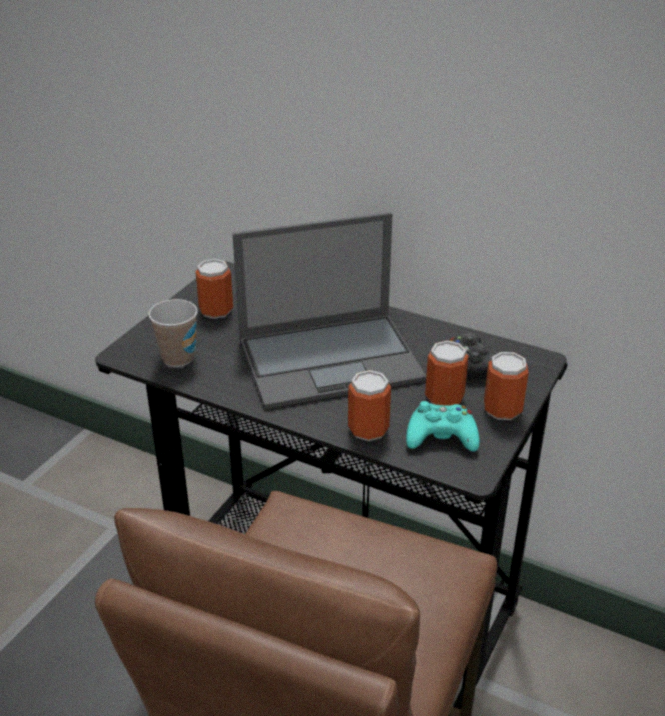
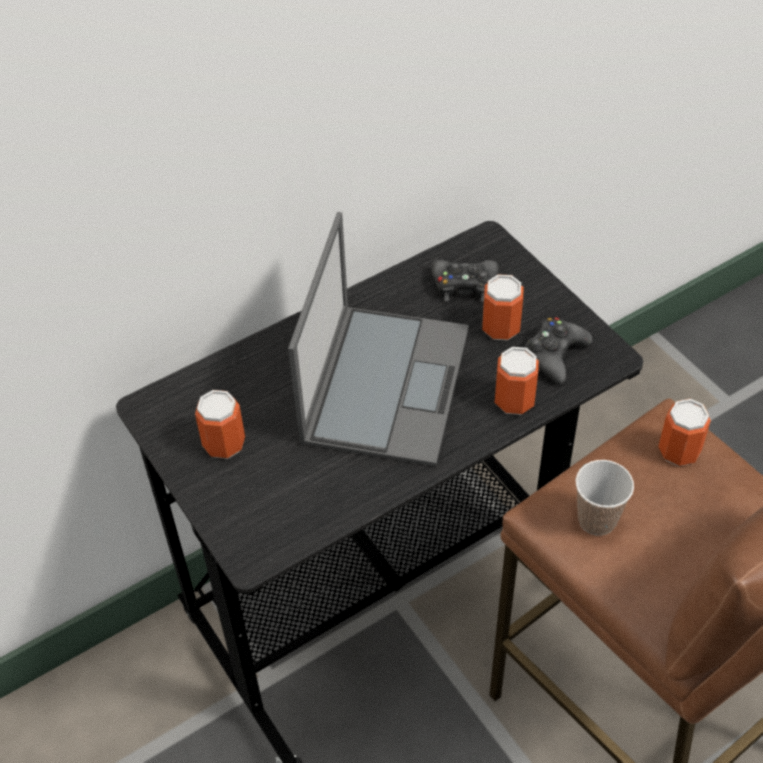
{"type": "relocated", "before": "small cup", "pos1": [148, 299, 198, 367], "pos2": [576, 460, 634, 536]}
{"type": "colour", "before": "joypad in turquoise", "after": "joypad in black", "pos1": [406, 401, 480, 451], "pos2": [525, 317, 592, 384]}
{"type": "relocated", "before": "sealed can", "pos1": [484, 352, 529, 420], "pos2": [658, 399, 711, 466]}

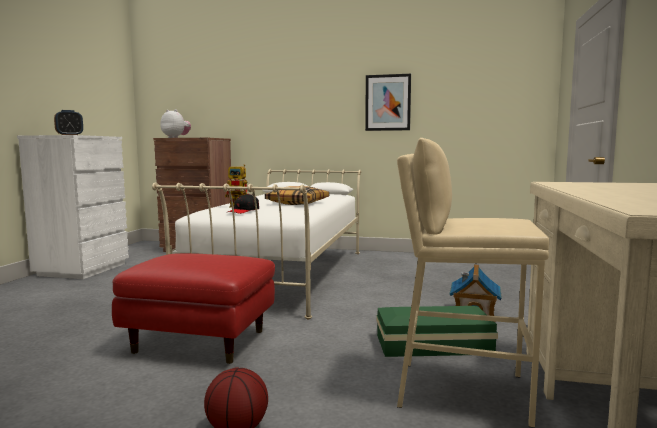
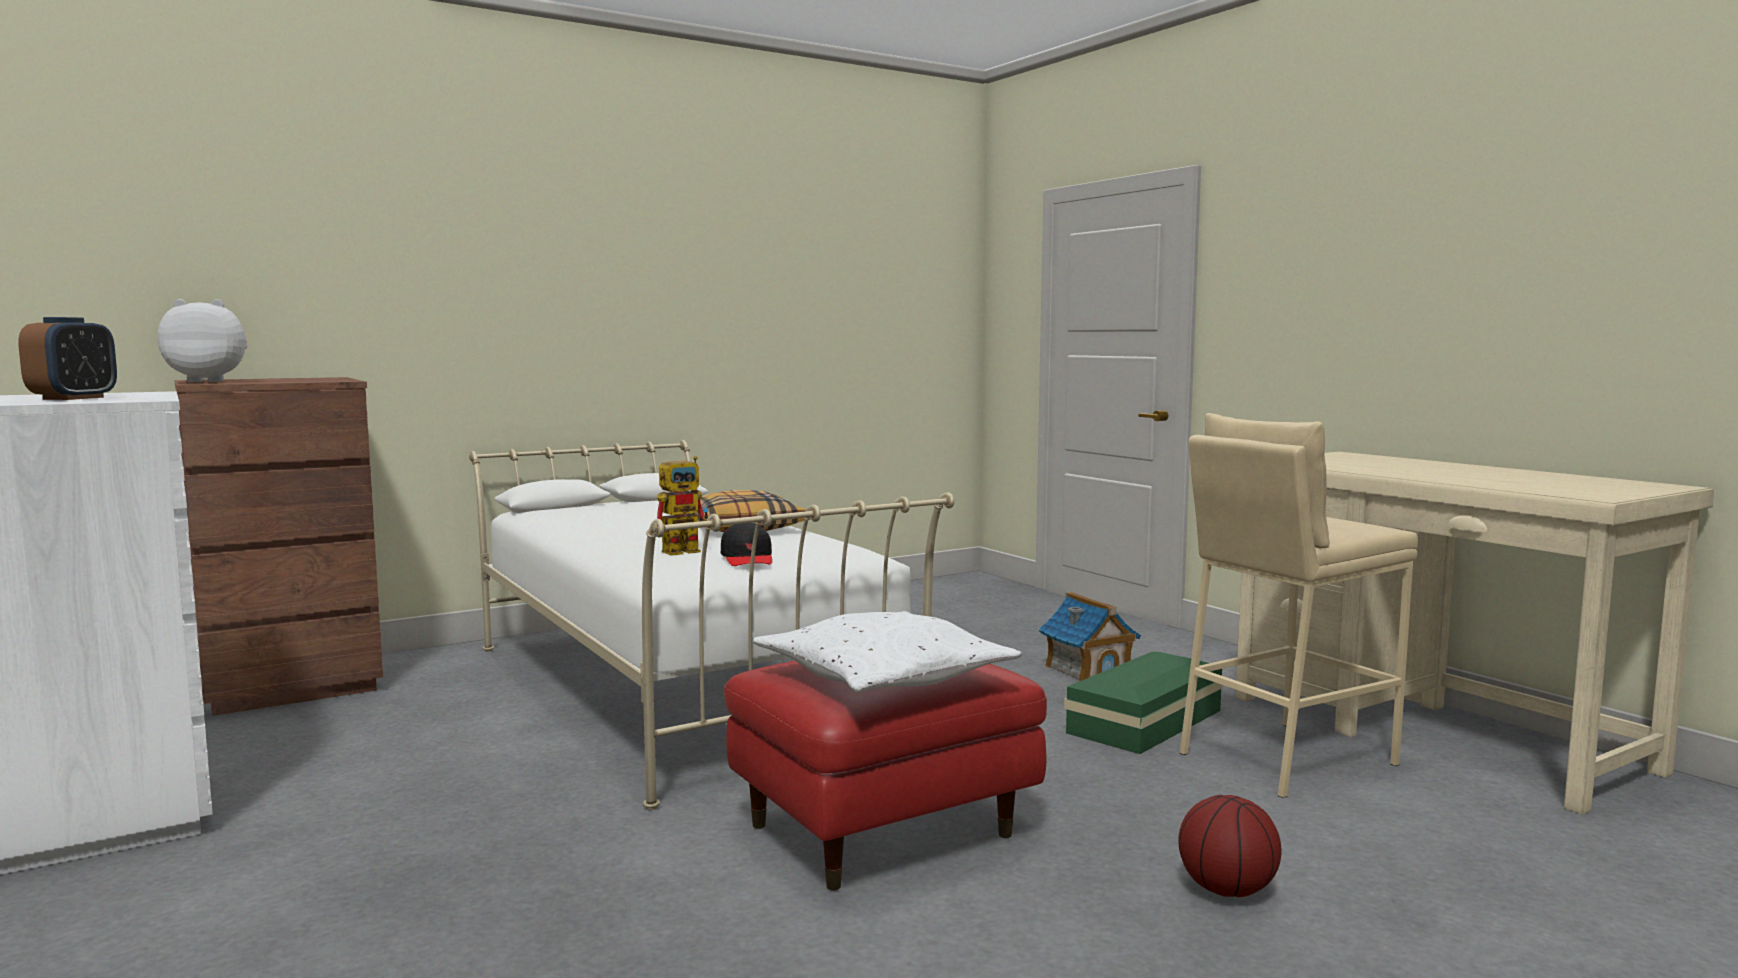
{"type": "missing", "before": "wall picture", "pos1": [365, 74, 411, 131]}
{"type": "appeared", "after": "pillow in whitish", "pos2": [753, 611, 1021, 692]}

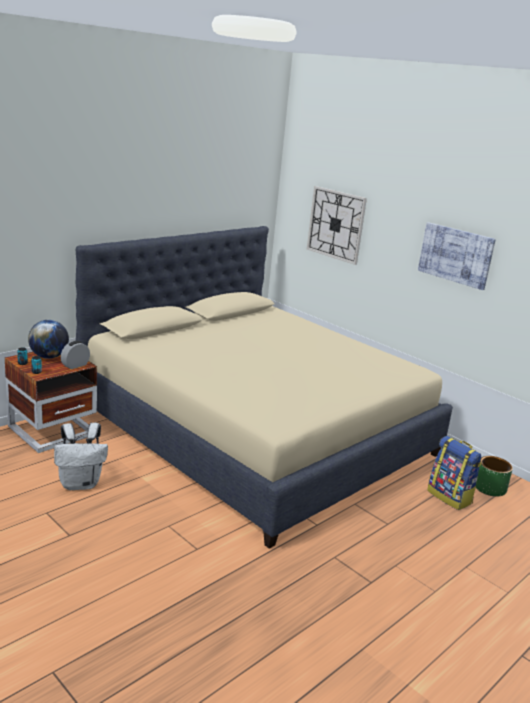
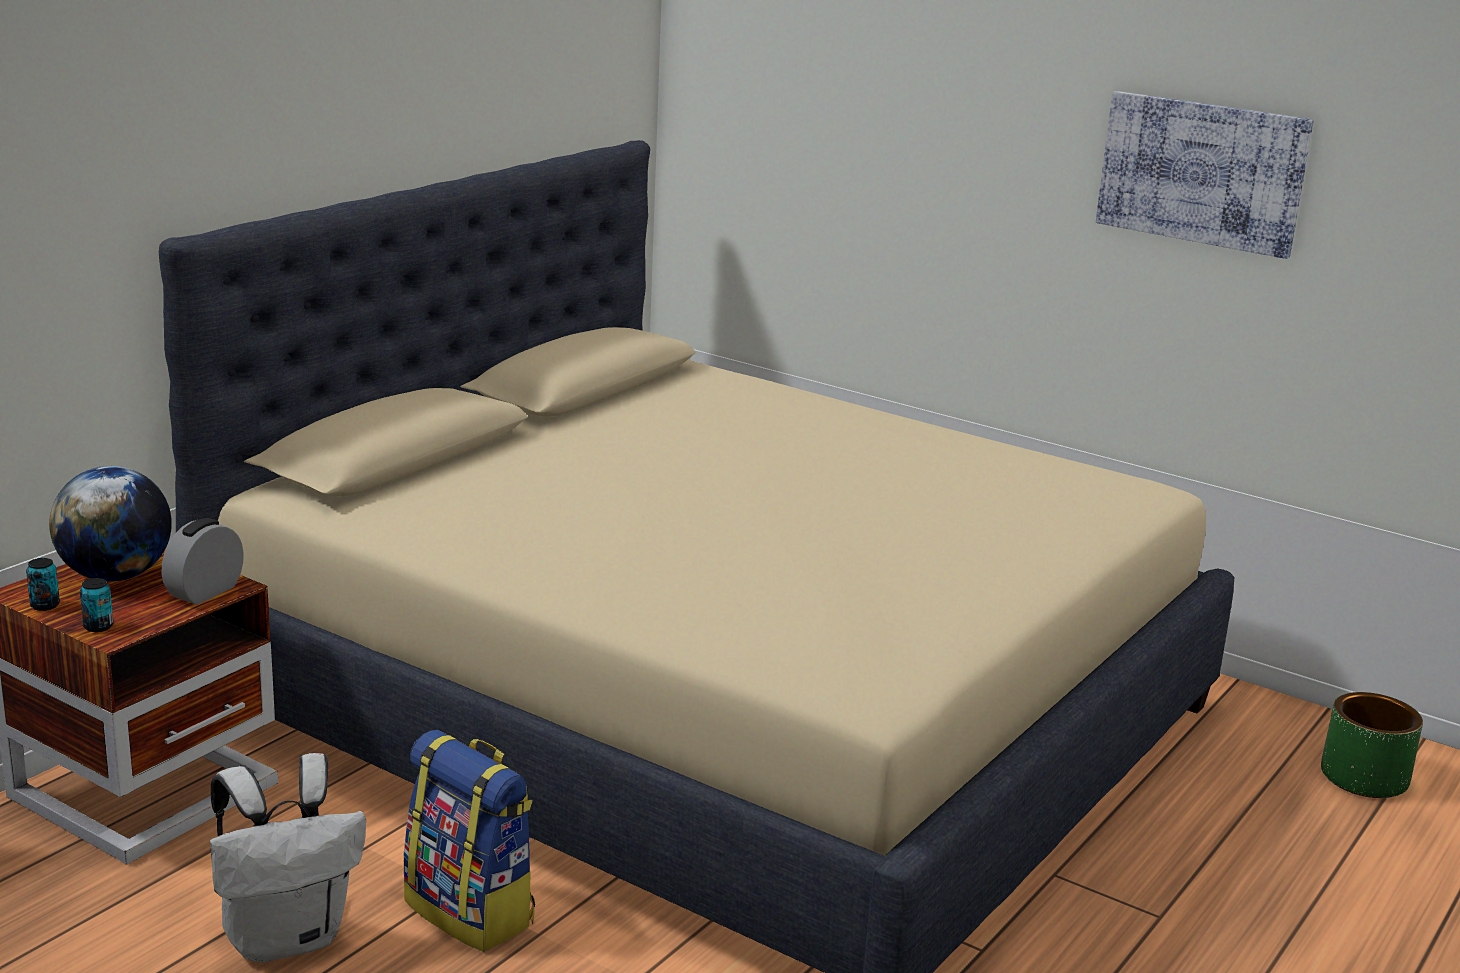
{"type": "missing", "before": "hanging clock", "pos1": [307, 186, 367, 265]}
{"type": "relocated", "before": "knapsack", "pos1": [427, 436, 481, 510], "pos2": [403, 730, 535, 952]}

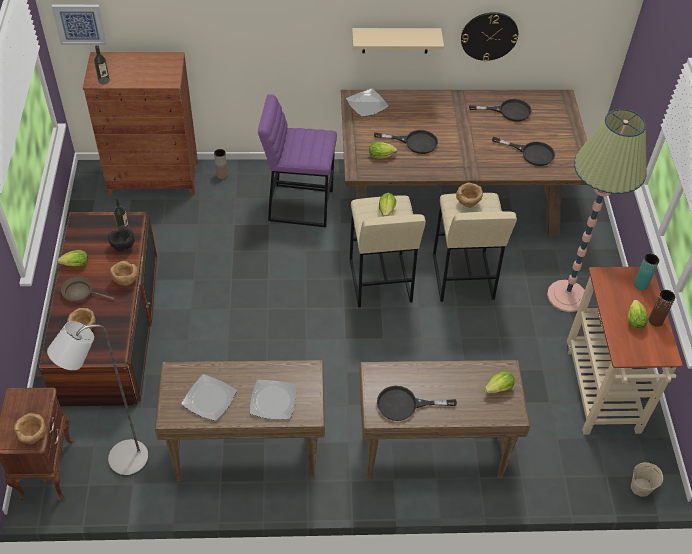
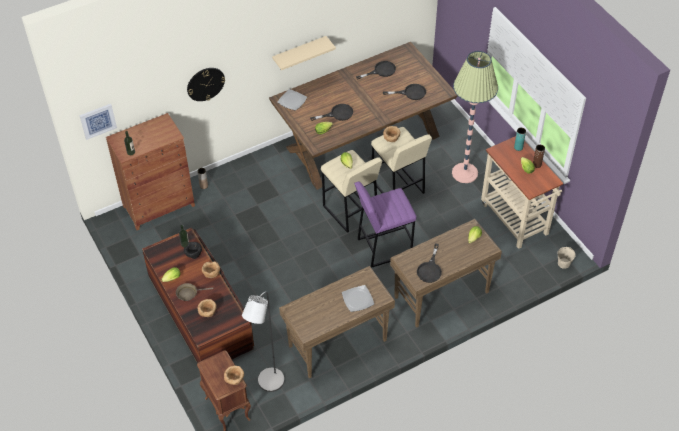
{"type": "missing", "before": "dinner plate", "pos1": [181, 374, 237, 421]}
{"type": "relocated", "before": "sitting stool in purple", "pos1": [258, 94, 337, 227], "pos2": [354, 182, 416, 268]}
{"type": "spun", "before": "frying pan in black", "pos1": [377, 386, 457, 421], "pos2": [417, 244, 442, 283], "turn": -45}
{"type": "relocated", "before": "hanging clock", "pos1": [461, 12, 518, 62], "pos2": [187, 68, 225, 101]}

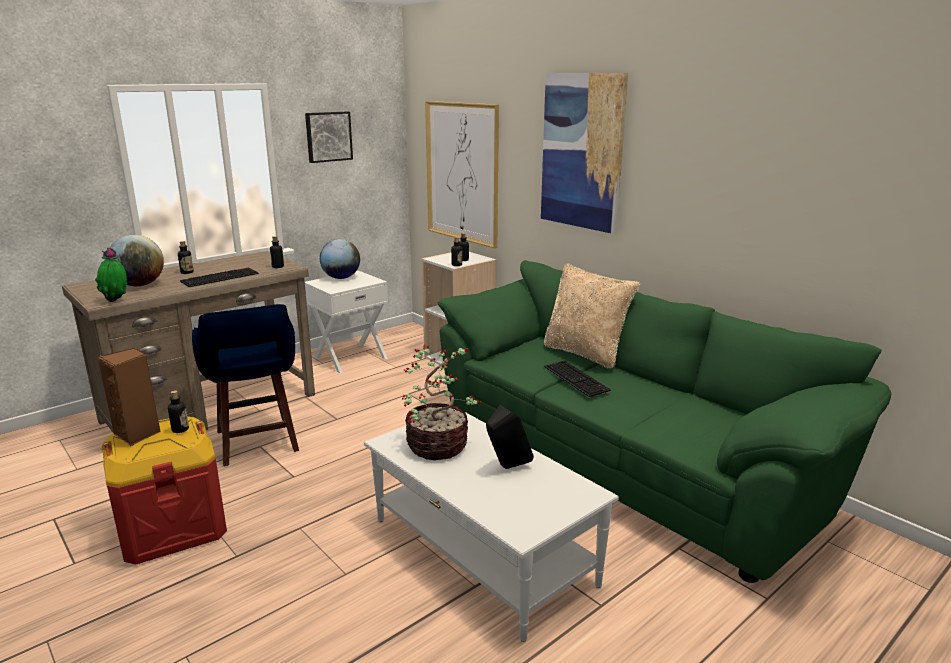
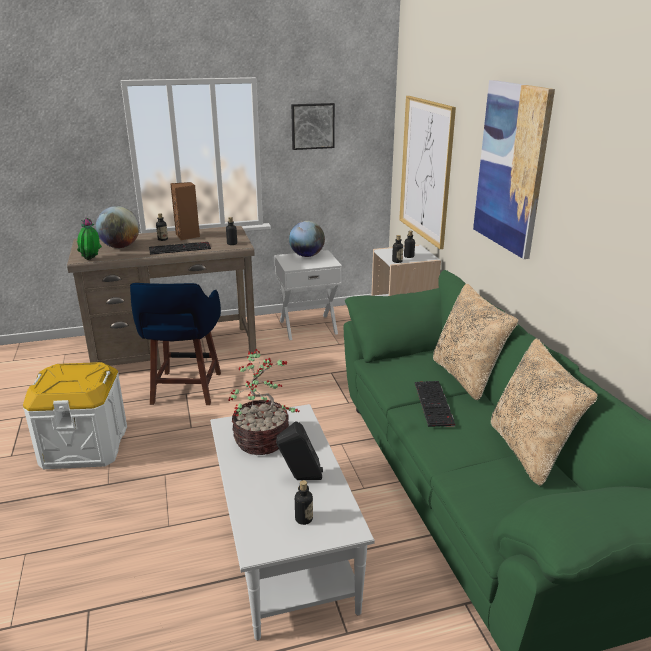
{"type": "relocated", "before": "loudspeaker in brown-coloured", "pos1": [98, 348, 161, 446], "pos2": [170, 182, 200, 240]}
{"type": "colour", "before": "storage bin in red-coloured", "after": "storage bin in whitish", "pos1": [102, 416, 227, 564], "pos2": [23, 362, 127, 469]}
{"type": "relocated", "before": "drink bottle", "pos1": [168, 390, 189, 433], "pos2": [295, 480, 313, 525]}
{"type": "appeared", "after": "pillow in beige-coloured", "pos2": [491, 338, 598, 486]}

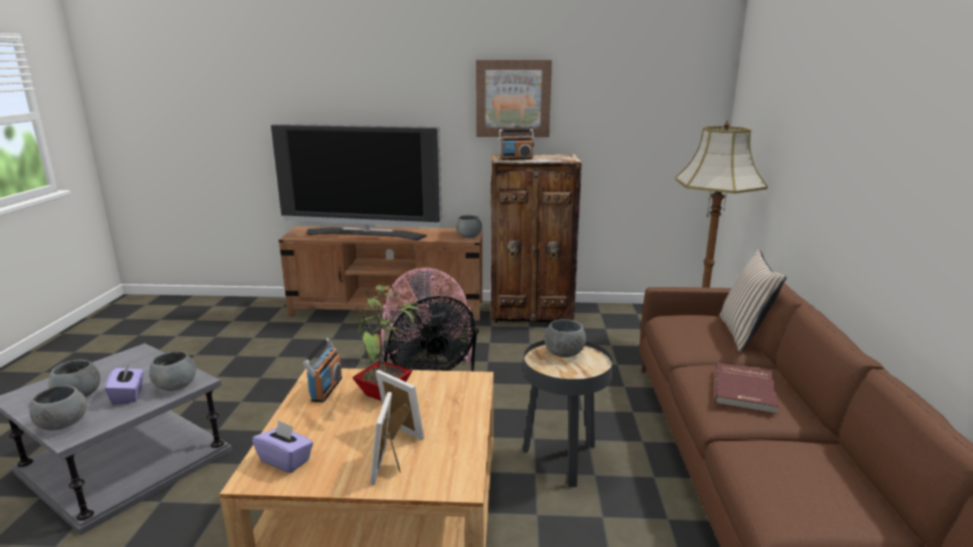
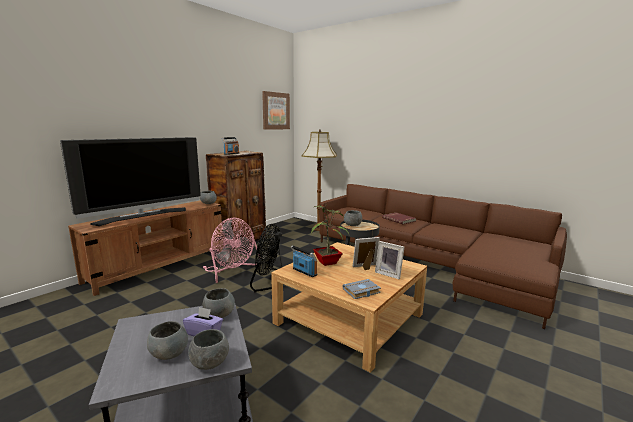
{"type": "exchanged", "before": "box of tissues in purple", "after": "volume in gray", "pos1": [252, 420, 313, 473], "pos2": [342, 279, 381, 299]}
{"type": "relocated", "before": "wall picture", "pos1": [476, 60, 552, 137], "pos2": [262, 91, 290, 130]}
{"type": "missing", "before": "pillow in beige-coloured", "pos1": [719, 250, 787, 353]}

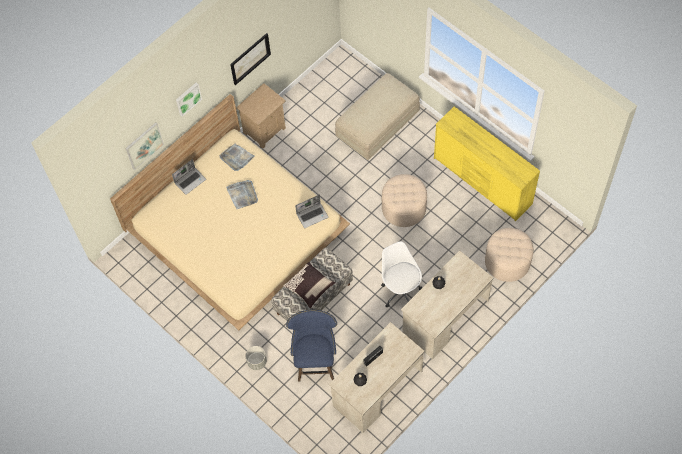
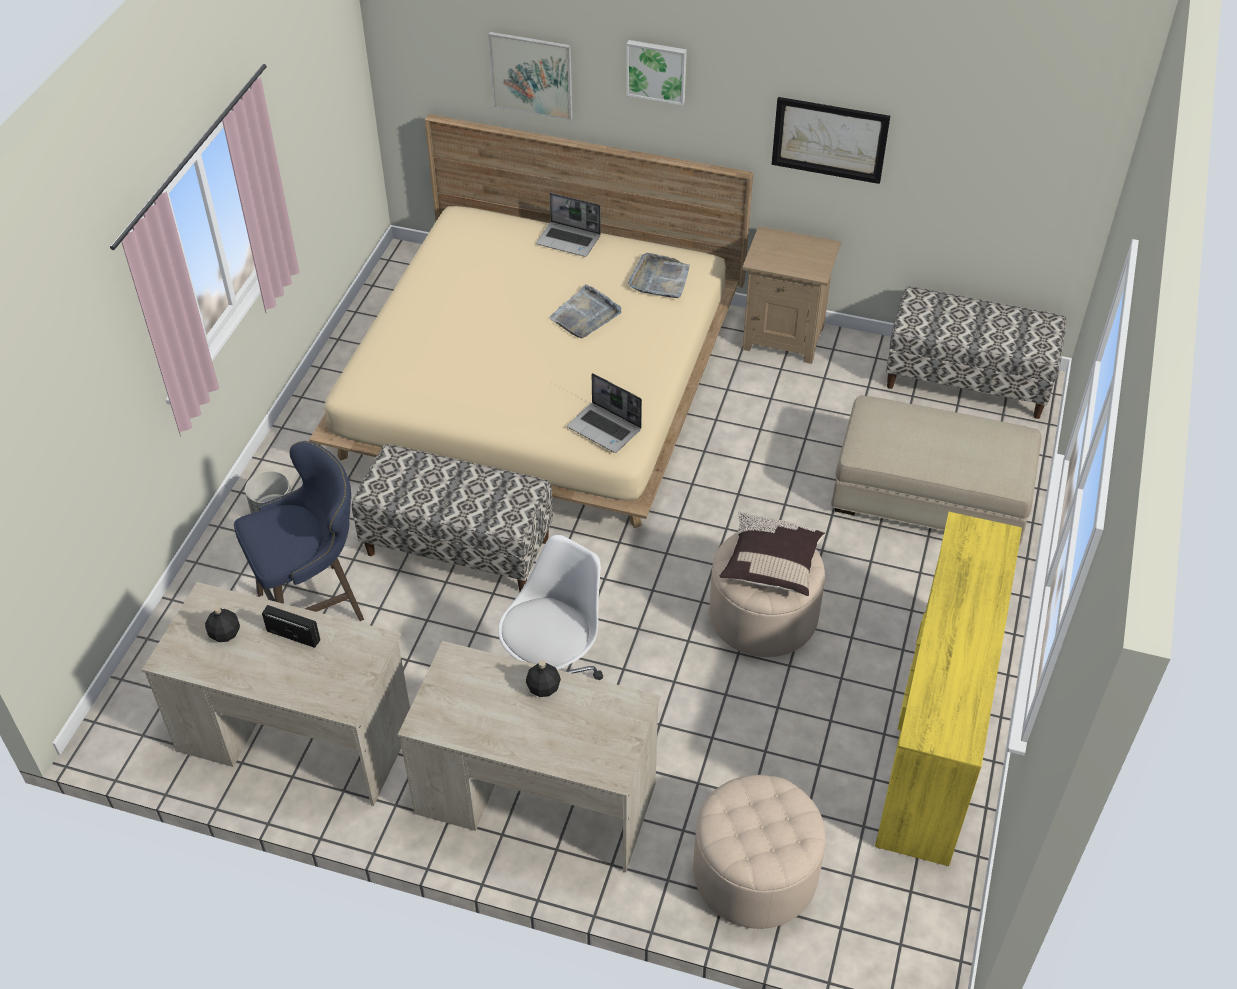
{"type": "relocated", "before": "pillow", "pos1": [283, 262, 335, 308], "pos2": [720, 511, 825, 596]}
{"type": "appeared", "after": "bench", "pos2": [886, 286, 1066, 419]}

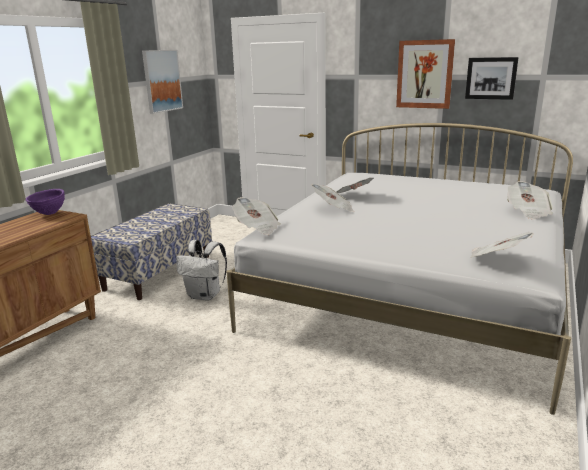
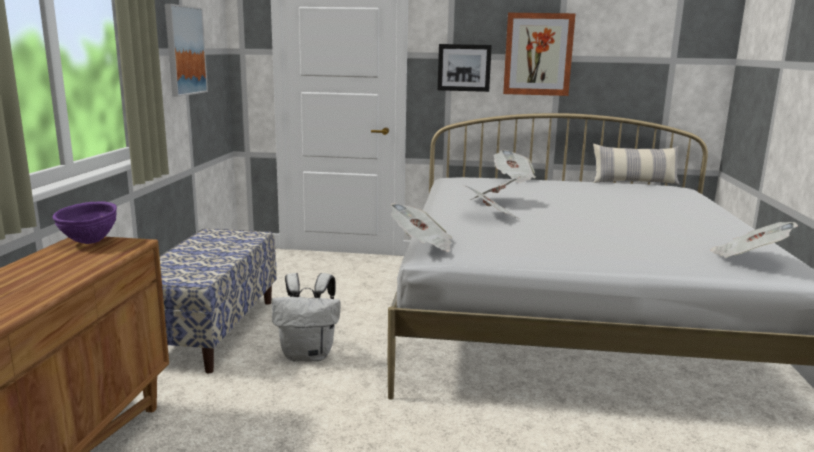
{"type": "relocated", "before": "wall picture", "pos1": [465, 57, 519, 100], "pos2": [438, 44, 492, 92]}
{"type": "relocated", "before": "printed paper", "pos1": [507, 181, 553, 220], "pos2": [494, 150, 536, 183]}
{"type": "appeared", "after": "pillow", "pos2": [593, 144, 680, 185]}

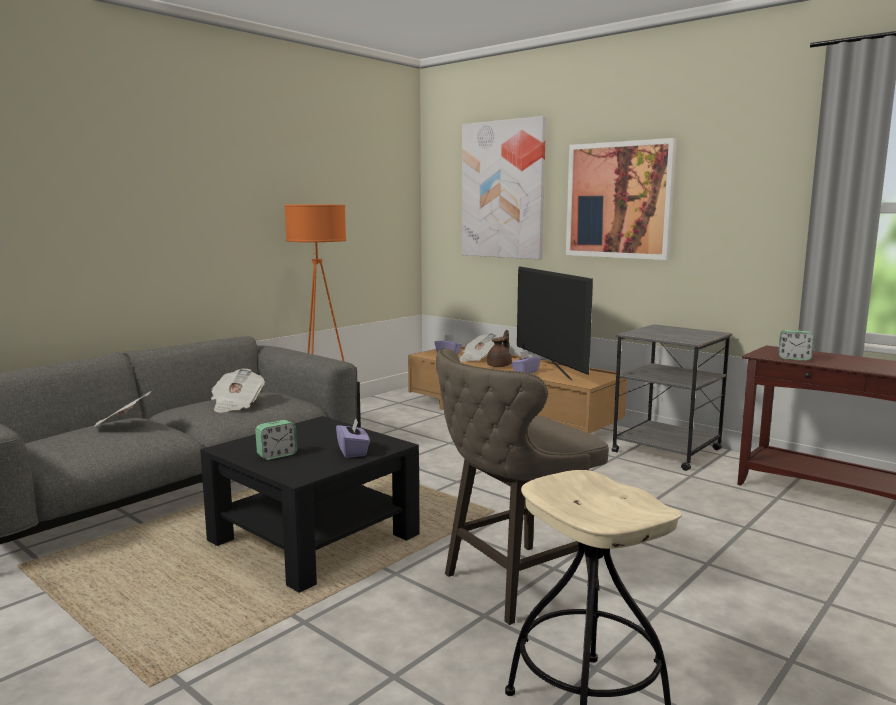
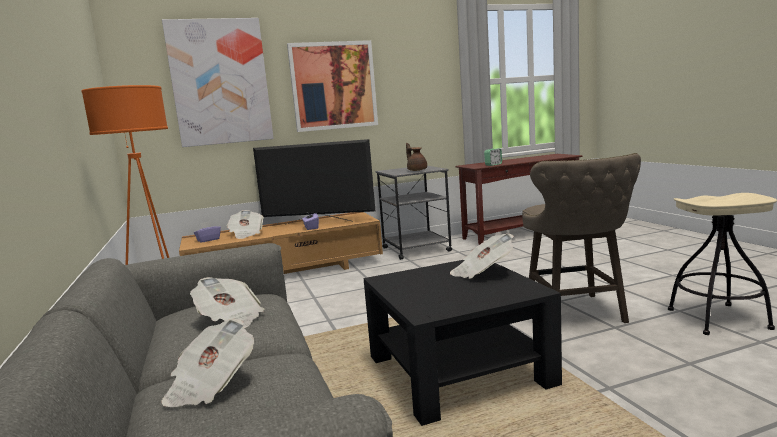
{"type": "missing", "before": "table clock", "pos1": [255, 420, 297, 460]}
{"type": "exchanged", "before": "box of tissues in purple", "after": "printed paper", "pos1": [336, 418, 370, 458], "pos2": [450, 233, 514, 279]}
{"type": "relocated", "before": "tea pot in brown-coloured", "pos1": [487, 330, 512, 367], "pos2": [406, 143, 427, 171]}

